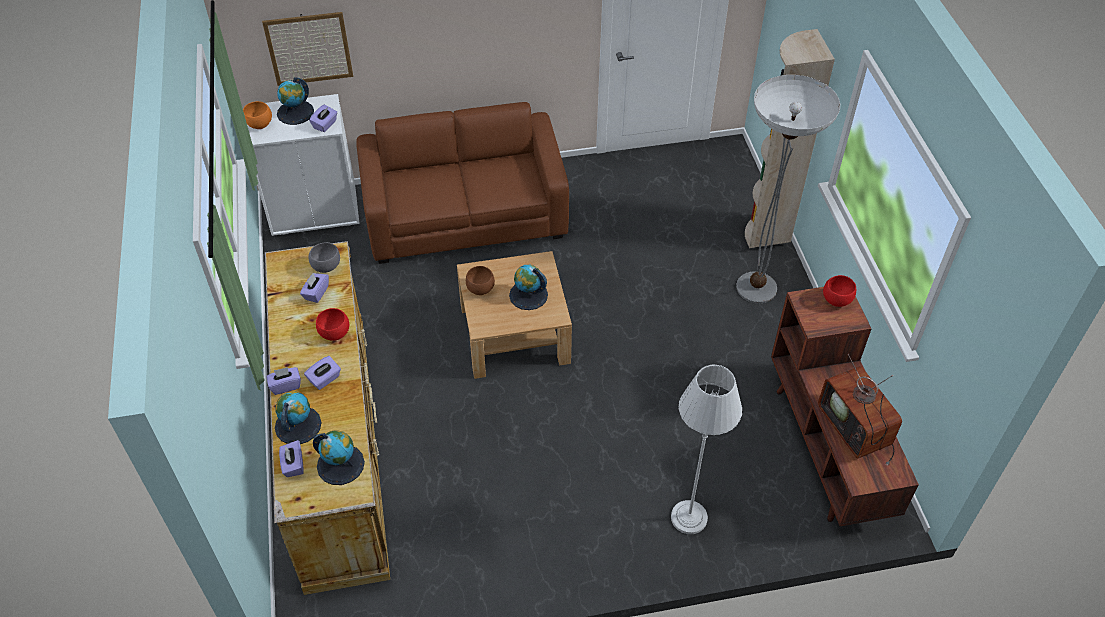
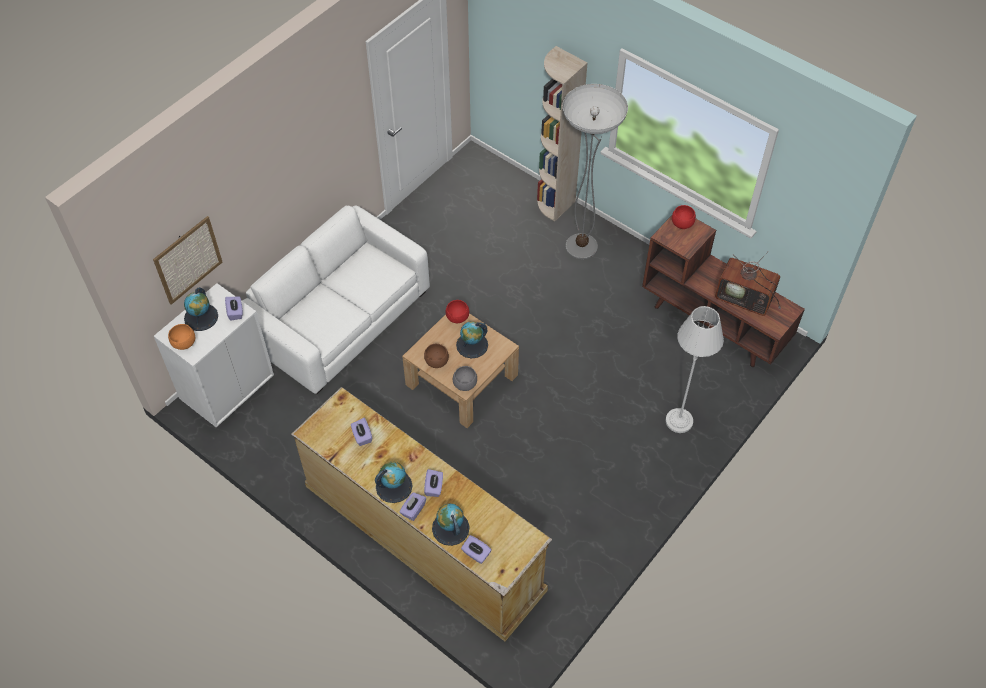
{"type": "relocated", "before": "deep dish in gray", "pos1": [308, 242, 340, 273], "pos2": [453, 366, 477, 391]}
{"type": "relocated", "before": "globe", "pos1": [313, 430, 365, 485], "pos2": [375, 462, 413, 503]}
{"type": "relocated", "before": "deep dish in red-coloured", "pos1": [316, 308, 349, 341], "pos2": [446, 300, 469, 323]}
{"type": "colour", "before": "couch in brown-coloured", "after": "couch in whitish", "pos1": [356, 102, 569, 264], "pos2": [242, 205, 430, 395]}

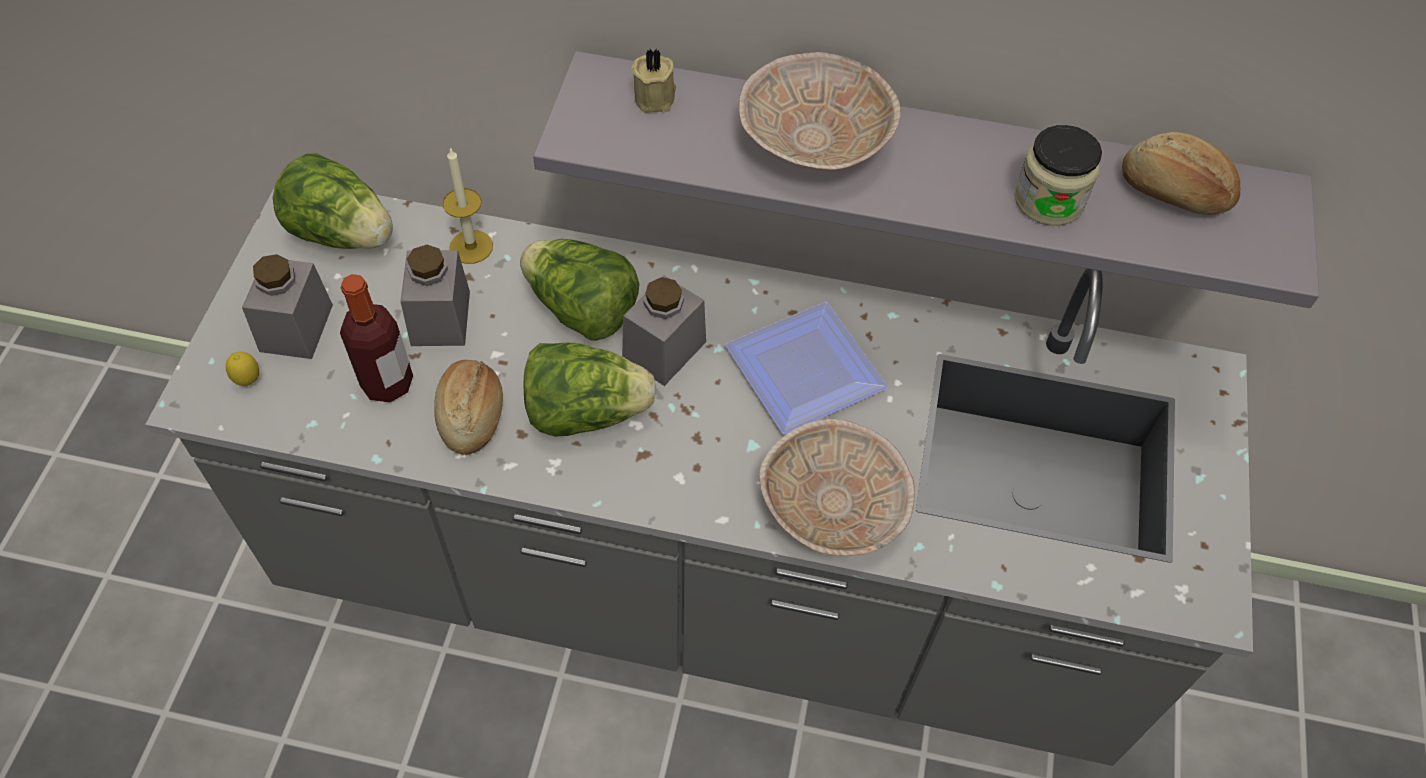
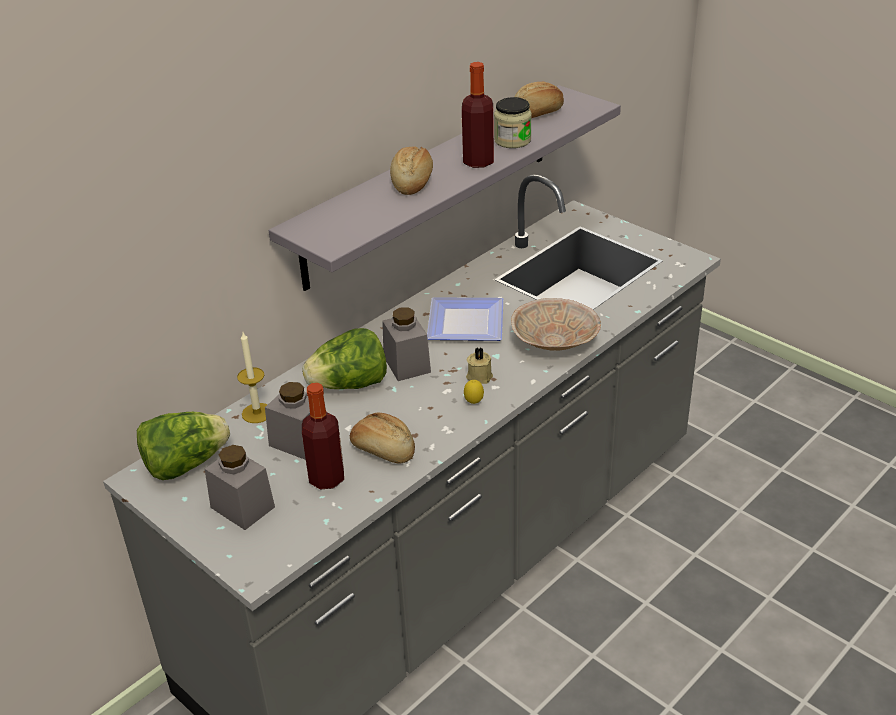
{"type": "relocated", "before": "lemon", "pos1": [226, 352, 259, 386], "pos2": [464, 380, 484, 404]}
{"type": "missing", "before": "head of lettuce", "pos1": [524, 342, 657, 437]}
{"type": "relocated", "before": "candle in beige-coloured", "pos1": [632, 48, 676, 113], "pos2": [466, 348, 493, 384]}
{"type": "exchanged", "before": "deep dish in beige-coloured", "after": "bakery bread", "pos1": [739, 52, 901, 170], "pos2": [390, 147, 433, 195]}
{"type": "appeared", "after": "drink bottle", "pos2": [462, 62, 494, 168]}

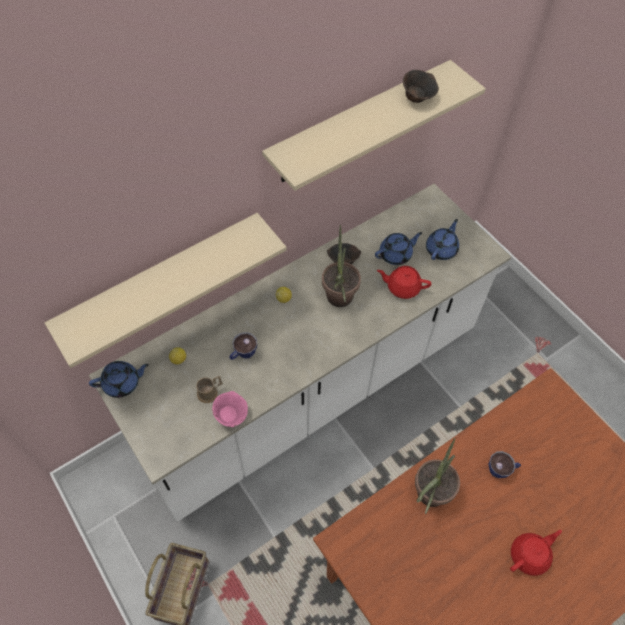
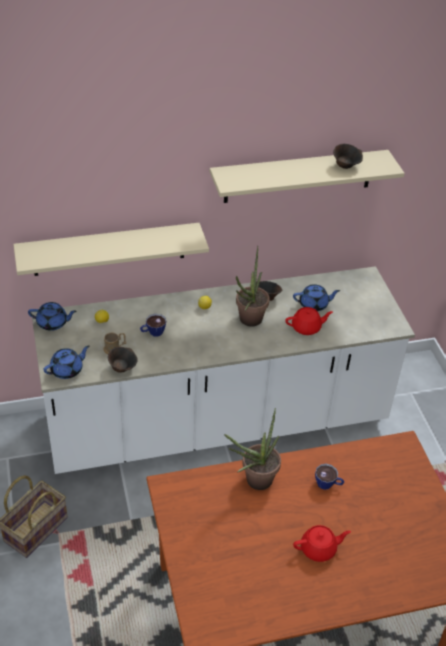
{"type": "colour", "before": "deep dish in pinkish", "after": "deep dish in brown-coloured", "pos1": [212, 391, 248, 427], "pos2": [108, 347, 138, 373]}
{"type": "spun", "before": "tea pot in red-coloured", "pos1": [377, 266, 431, 299], "pos2": [285, 307, 333, 335], "turn": 135}
{"type": "relocated", "before": "tea pot in blue-coloured", "pos1": [426, 219, 459, 260], "pos2": [43, 345, 89, 379]}

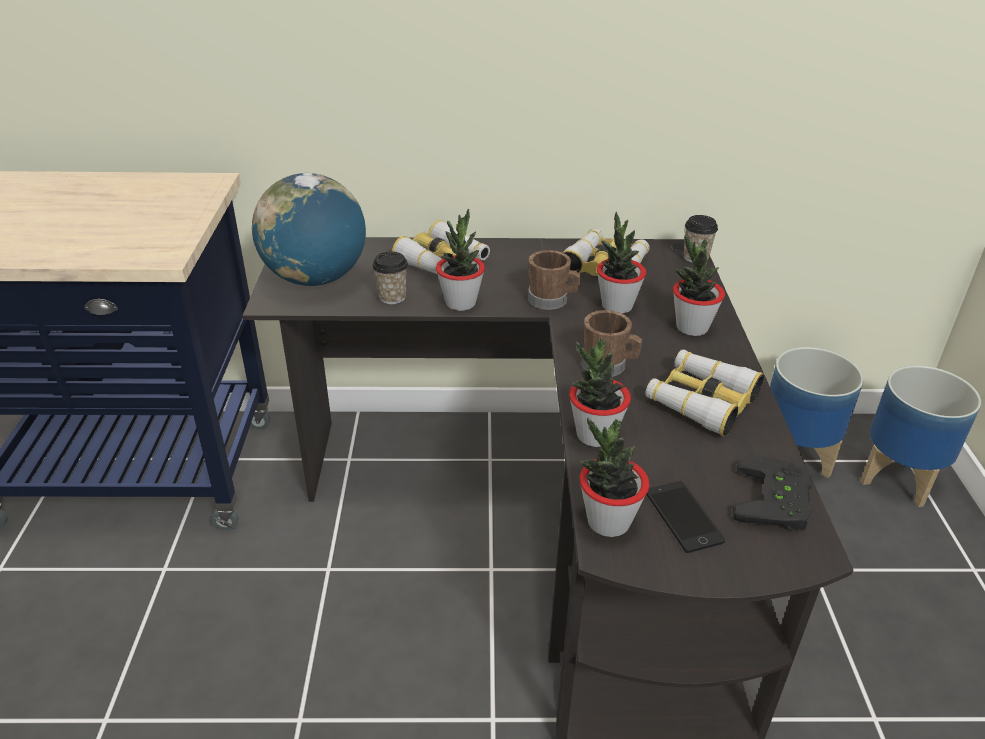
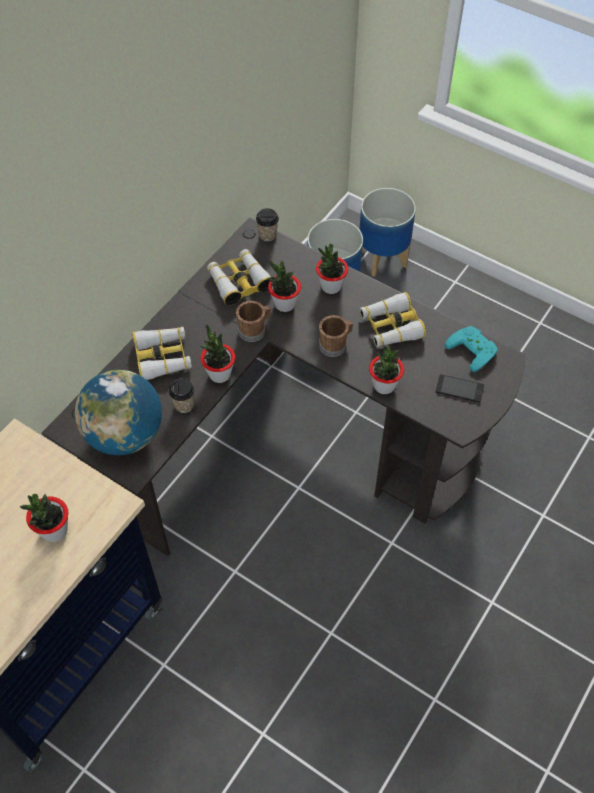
{"type": "relocated", "before": "potted plant", "pos1": [579, 417, 649, 537], "pos2": [20, 494, 68, 542]}
{"type": "colour", "before": "joypad in black", "after": "joypad in turquoise", "pos1": [733, 456, 812, 531], "pos2": [445, 326, 498, 372]}

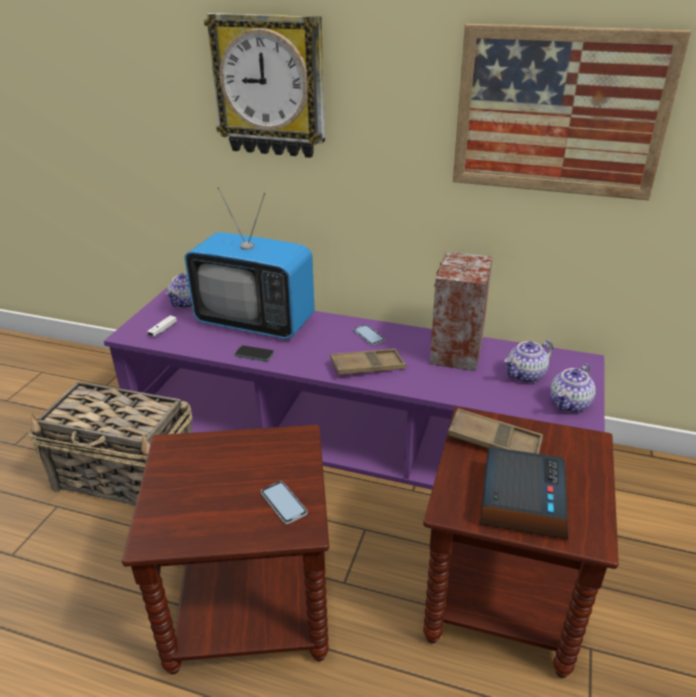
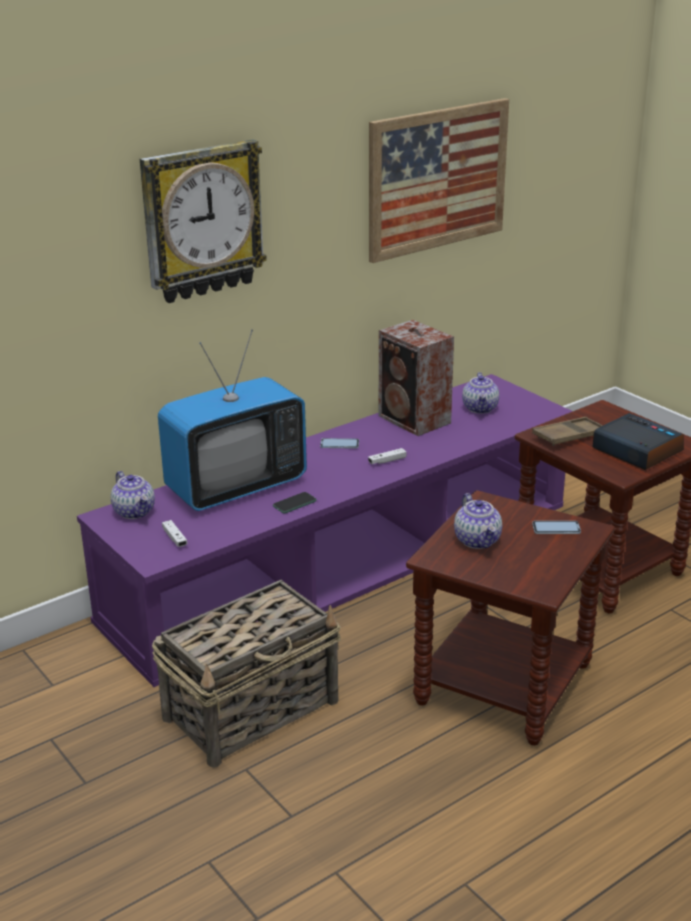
{"type": "exchanged", "before": "carrying tray in brown-coloured", "after": "joypad in whitish", "pos1": [330, 349, 406, 375], "pos2": [368, 448, 407, 464]}
{"type": "relocated", "before": "tea pot", "pos1": [550, 363, 596, 412], "pos2": [454, 493, 502, 549]}

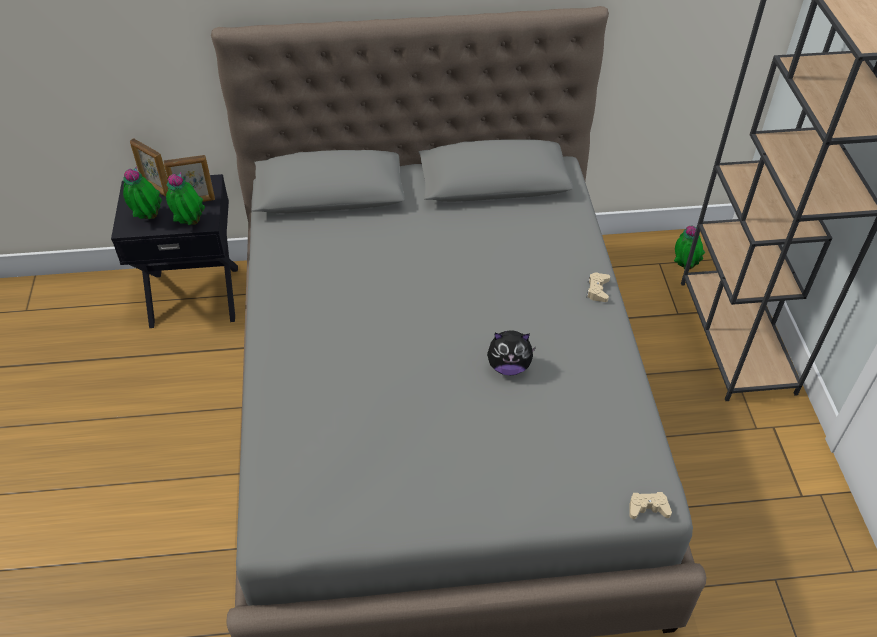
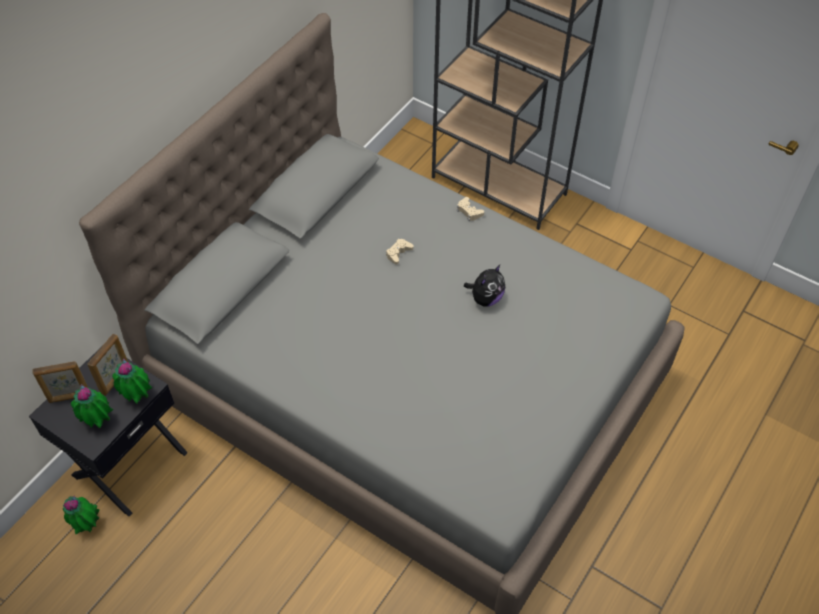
{"type": "relocated", "before": "joypad in beige-coloured", "pos1": [629, 492, 672, 519], "pos2": [386, 239, 414, 265]}
{"type": "relocated", "before": "potted plant", "pos1": [674, 226, 705, 269], "pos2": [63, 496, 99, 534]}

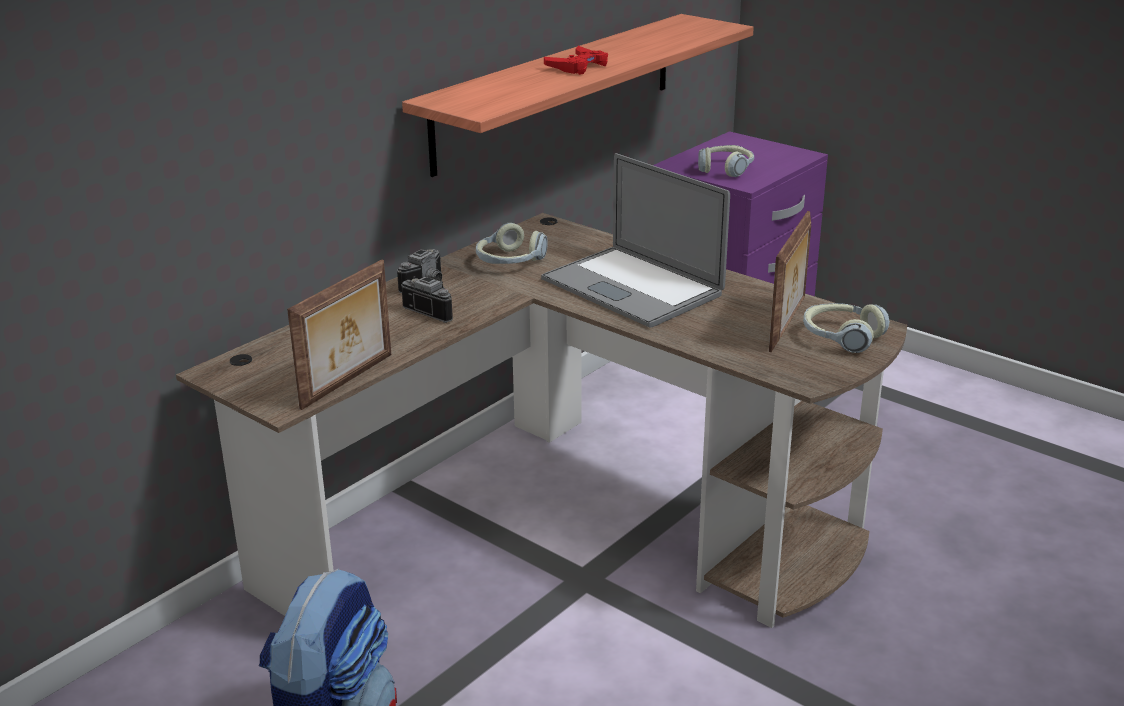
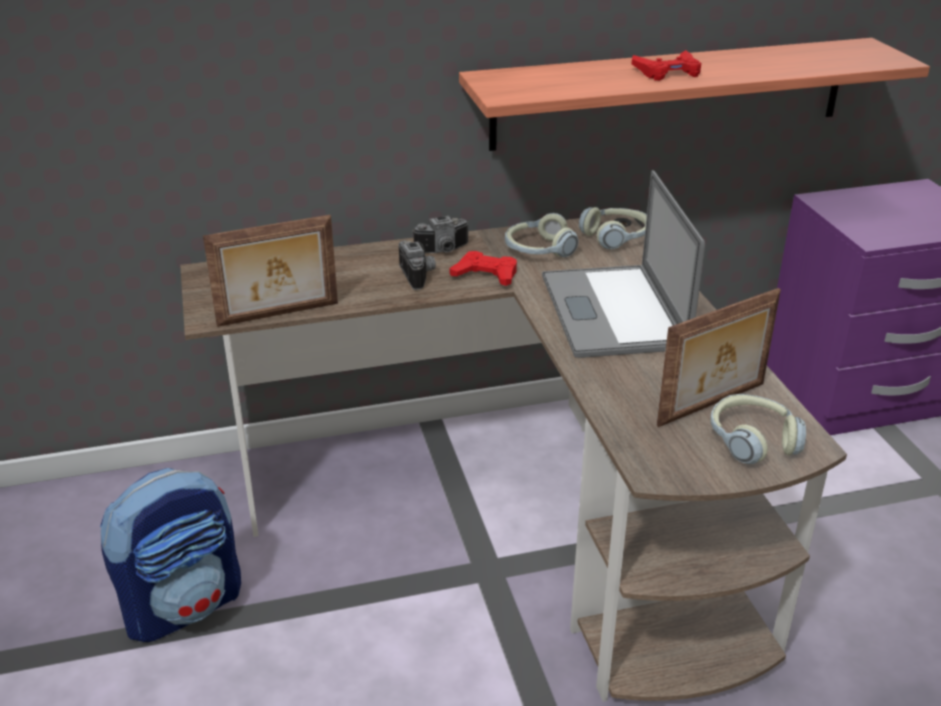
{"type": "relocated", "before": "headset", "pos1": [698, 145, 754, 177], "pos2": [579, 207, 647, 250]}
{"type": "appeared", "after": "joypad in red-coloured", "pos2": [449, 251, 517, 286]}

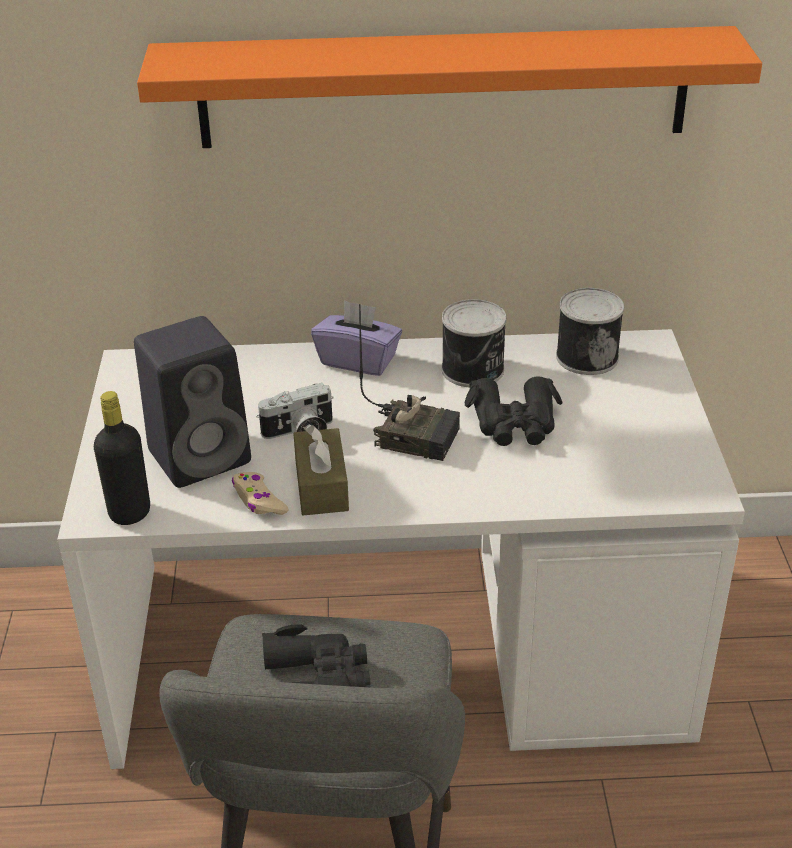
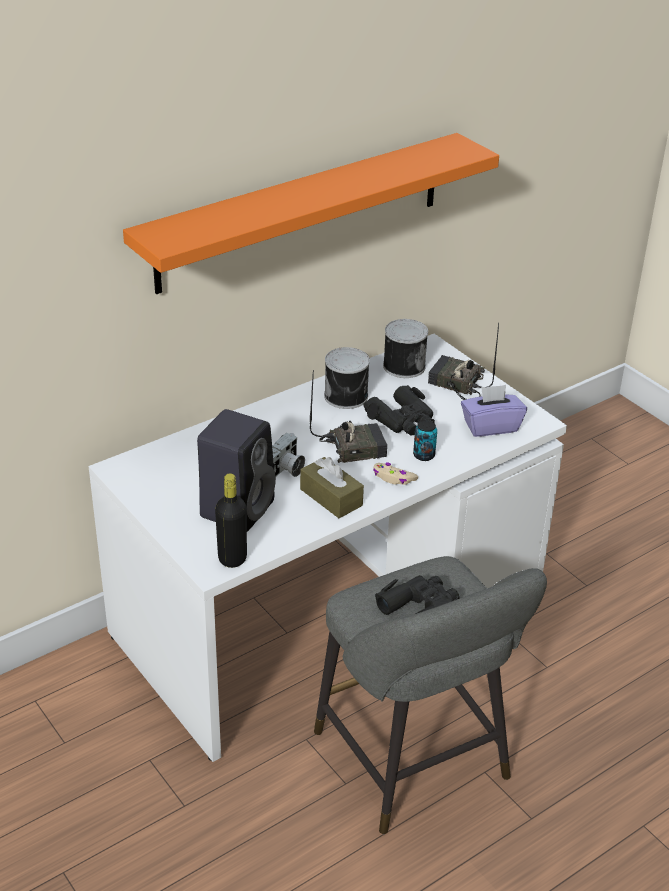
{"type": "relocated", "before": "joypad in beige-coloured", "pos1": [232, 472, 288, 515], "pos2": [373, 462, 418, 485]}
{"type": "relocated", "before": "box of tissues in purple", "pos1": [311, 300, 402, 376], "pos2": [461, 385, 527, 437]}
{"type": "appeared", "after": "sealed can", "pos2": [413, 420, 437, 461]}
{"type": "appeared", "after": "radio", "pos2": [428, 323, 499, 400]}

